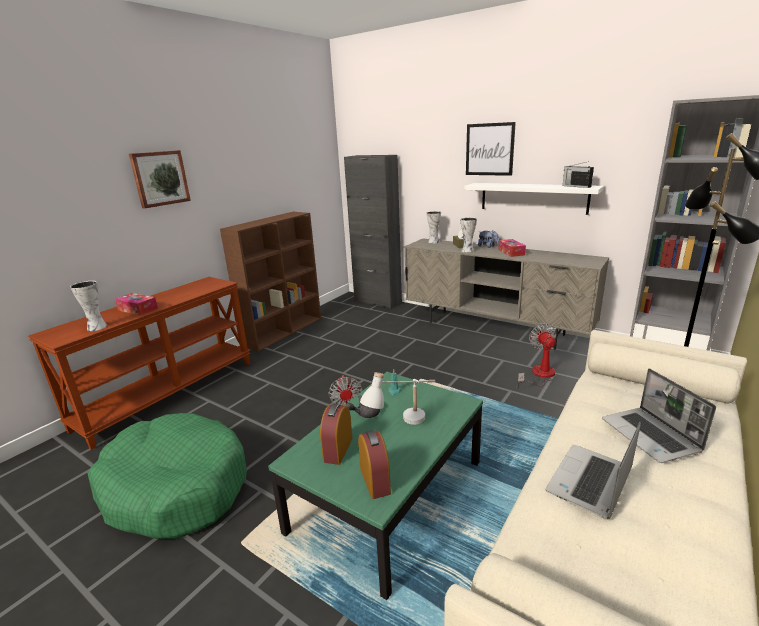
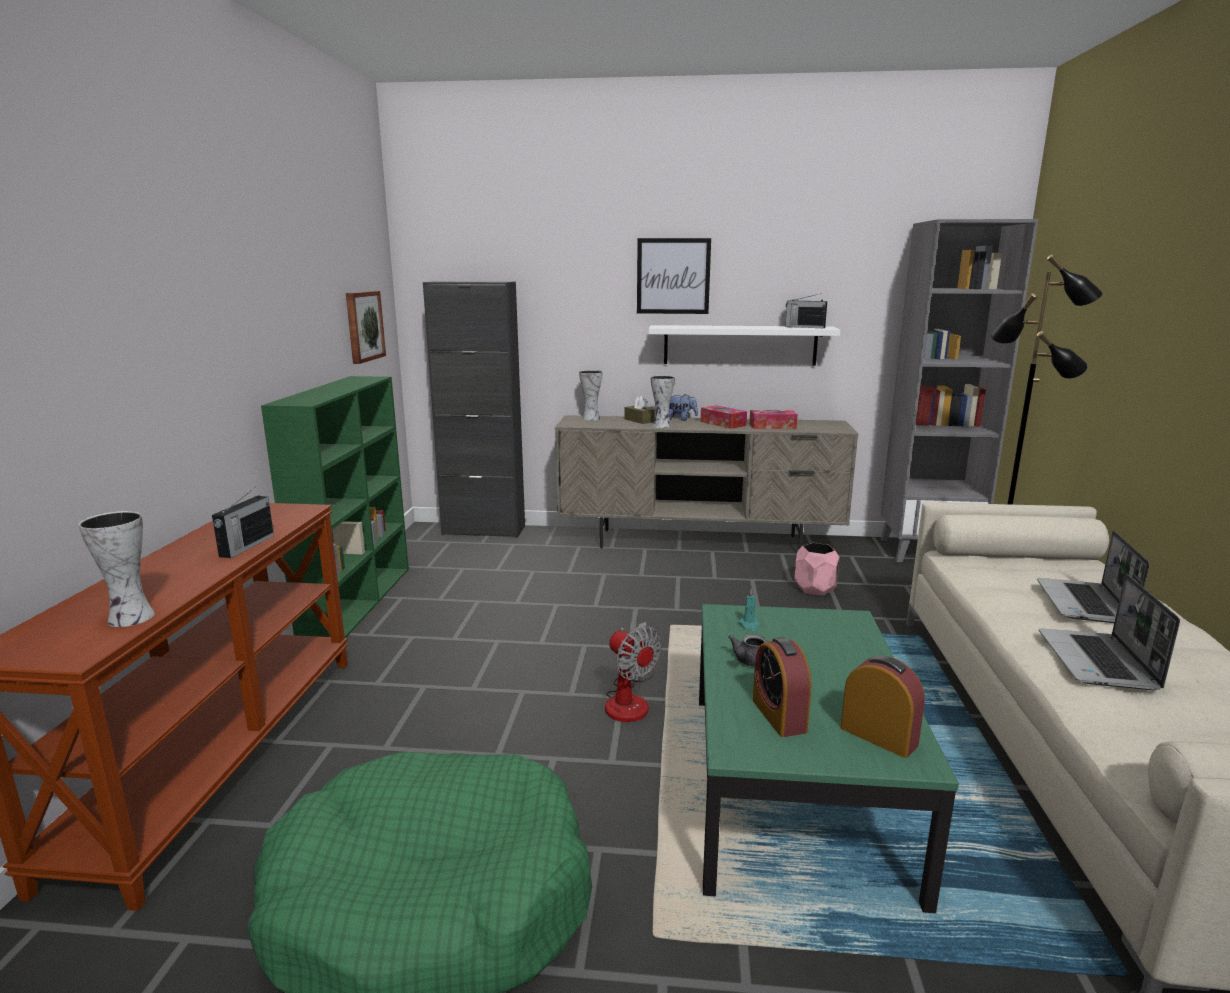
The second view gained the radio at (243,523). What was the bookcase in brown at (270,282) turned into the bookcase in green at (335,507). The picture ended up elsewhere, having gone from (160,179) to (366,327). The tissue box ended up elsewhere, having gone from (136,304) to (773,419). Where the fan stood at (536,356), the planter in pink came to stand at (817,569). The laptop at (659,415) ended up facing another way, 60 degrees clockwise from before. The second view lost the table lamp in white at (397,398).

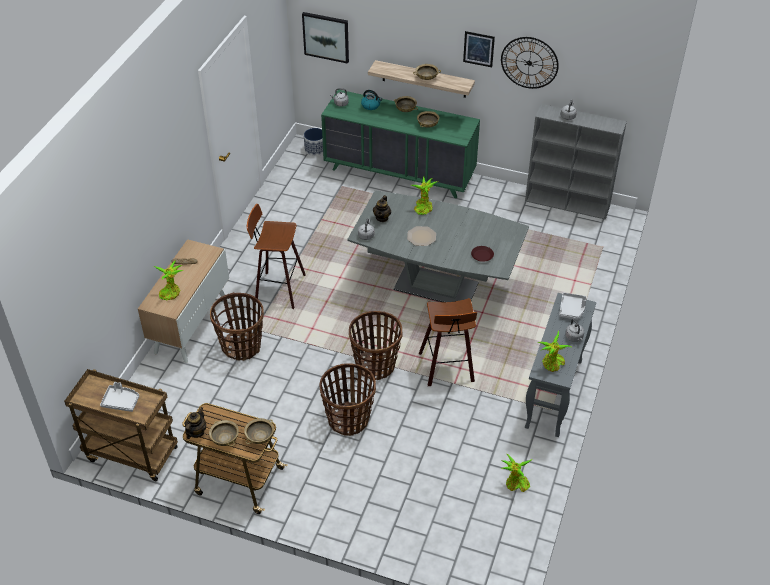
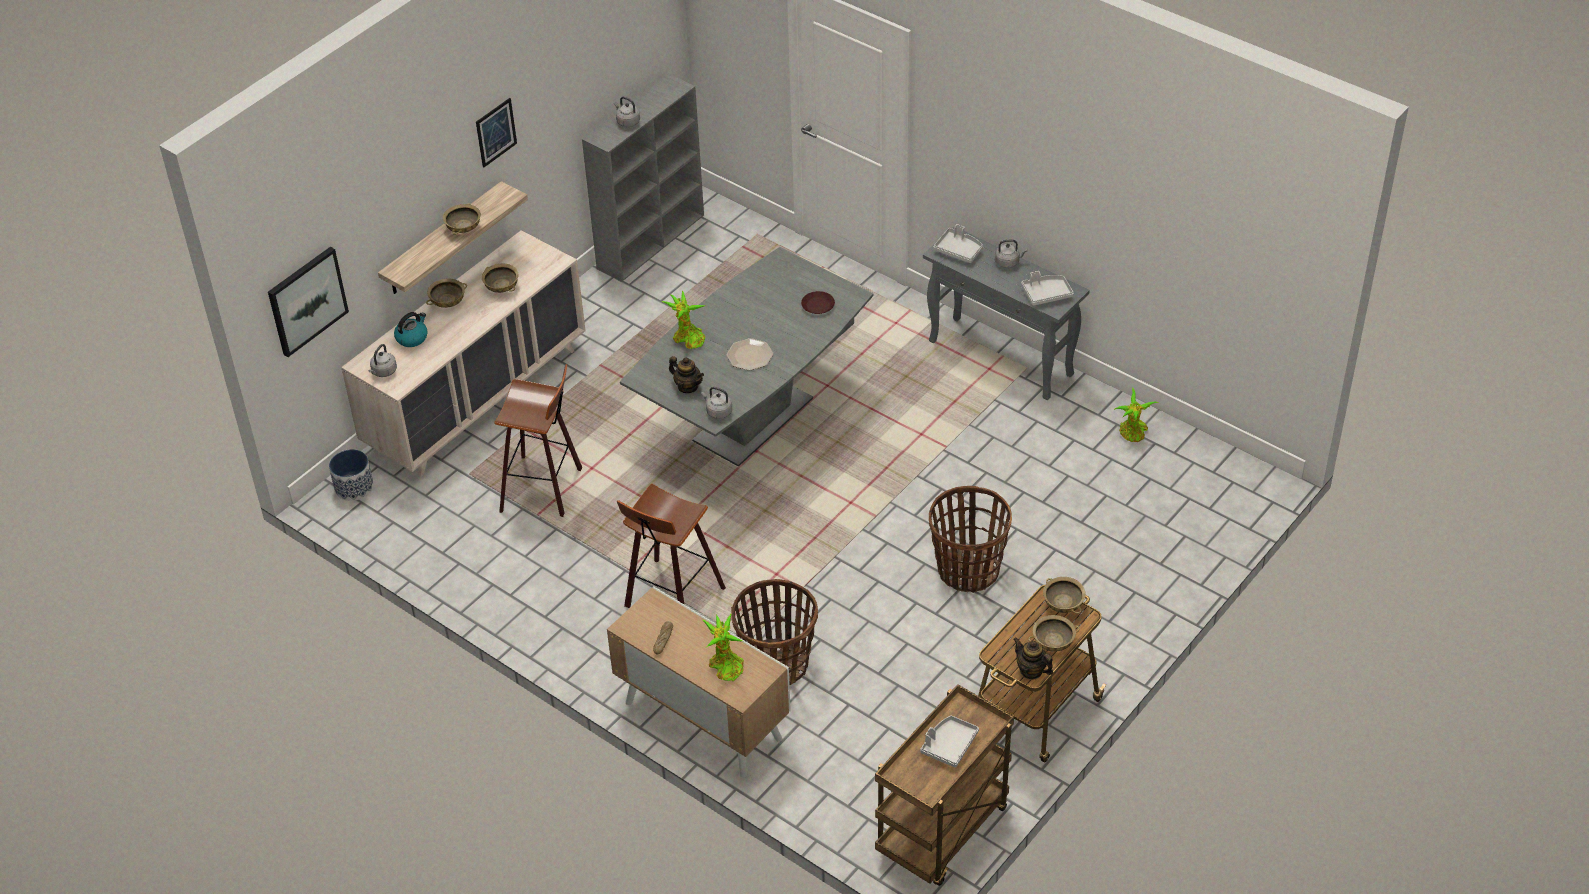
What was the dresser in green at (400,144) turned into the dresser in beige at (463,353). The stool ended up elsewhere, having gone from (448,342) to (538,440). Where the potted plant stood at (554,351), the tray in grey came to stand at (1047,288). The second view lost the basket at (376,345). The second view lost the wall clock at (530,63).

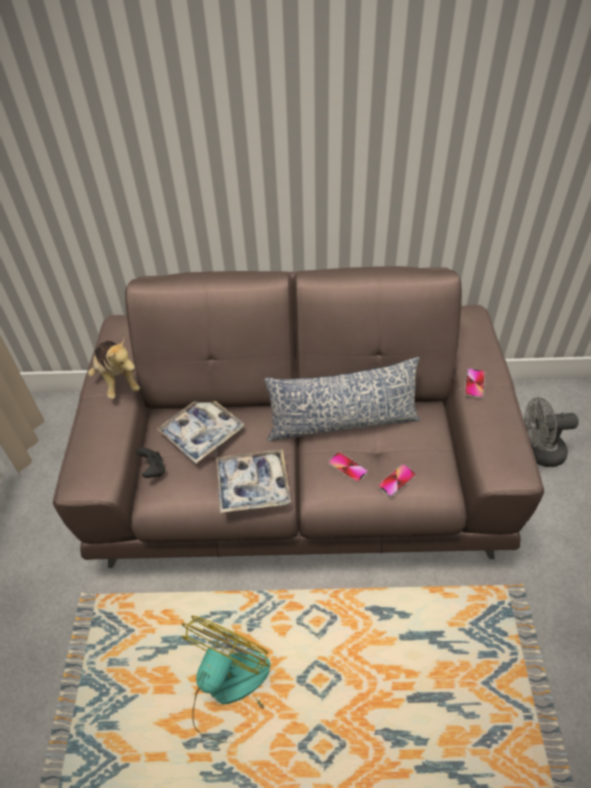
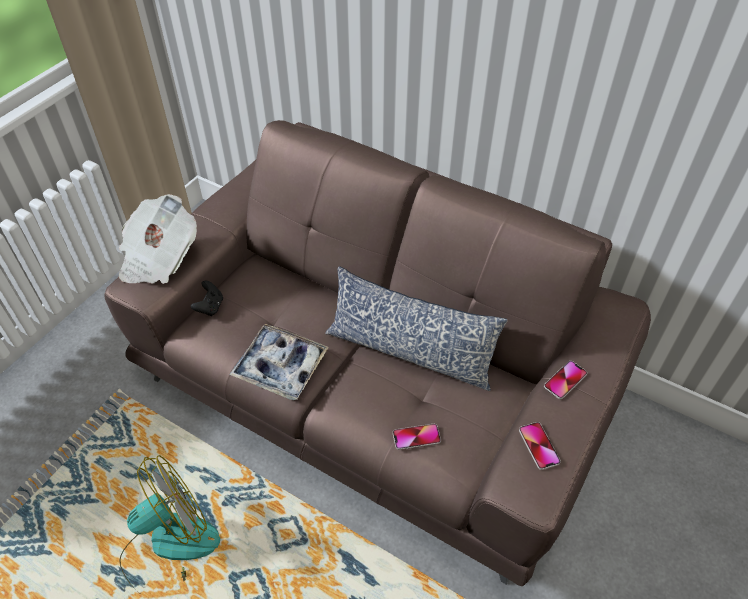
The second view gained the newspaper at (158,239). The phone ended up elsewhere, having gone from (348,467) to (540,446). The second view lost the plush toy at (114,369). The second view lost the tray at (200,432). The second view lost the fan in grey at (551,432).

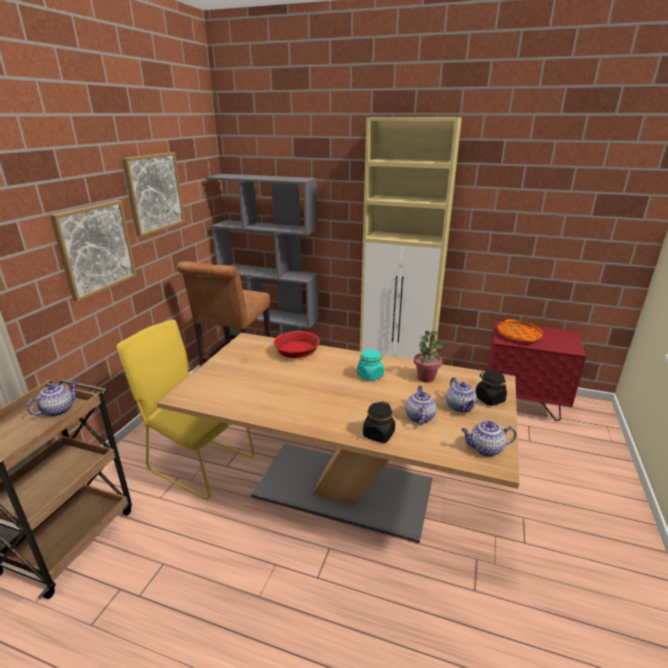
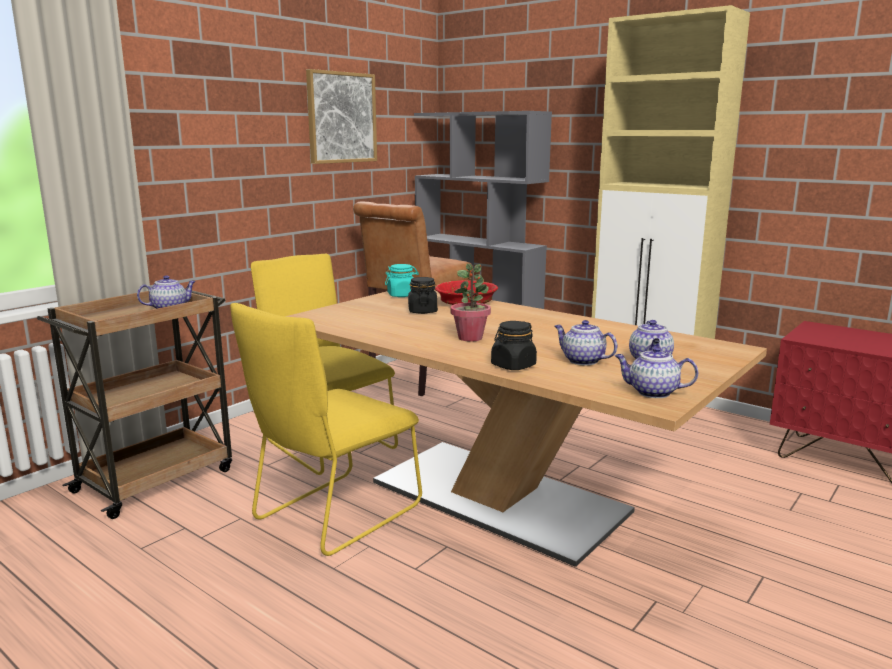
The second view gained the chair in yellow at (326,429). The jar in turquoise ended up elsewhere, having gone from (370,365) to (402,280). The jar in black ended up elsewhere, having gone from (491,388) to (423,295). The potted plant ended up elsewhere, having gone from (428,357) to (471,302). The teapot at (421,405) ended up facing another way, 75 degrees counterclockwise from before. The second view lost the picture at (93,251). The second view lost the tray in orange at (520,330).

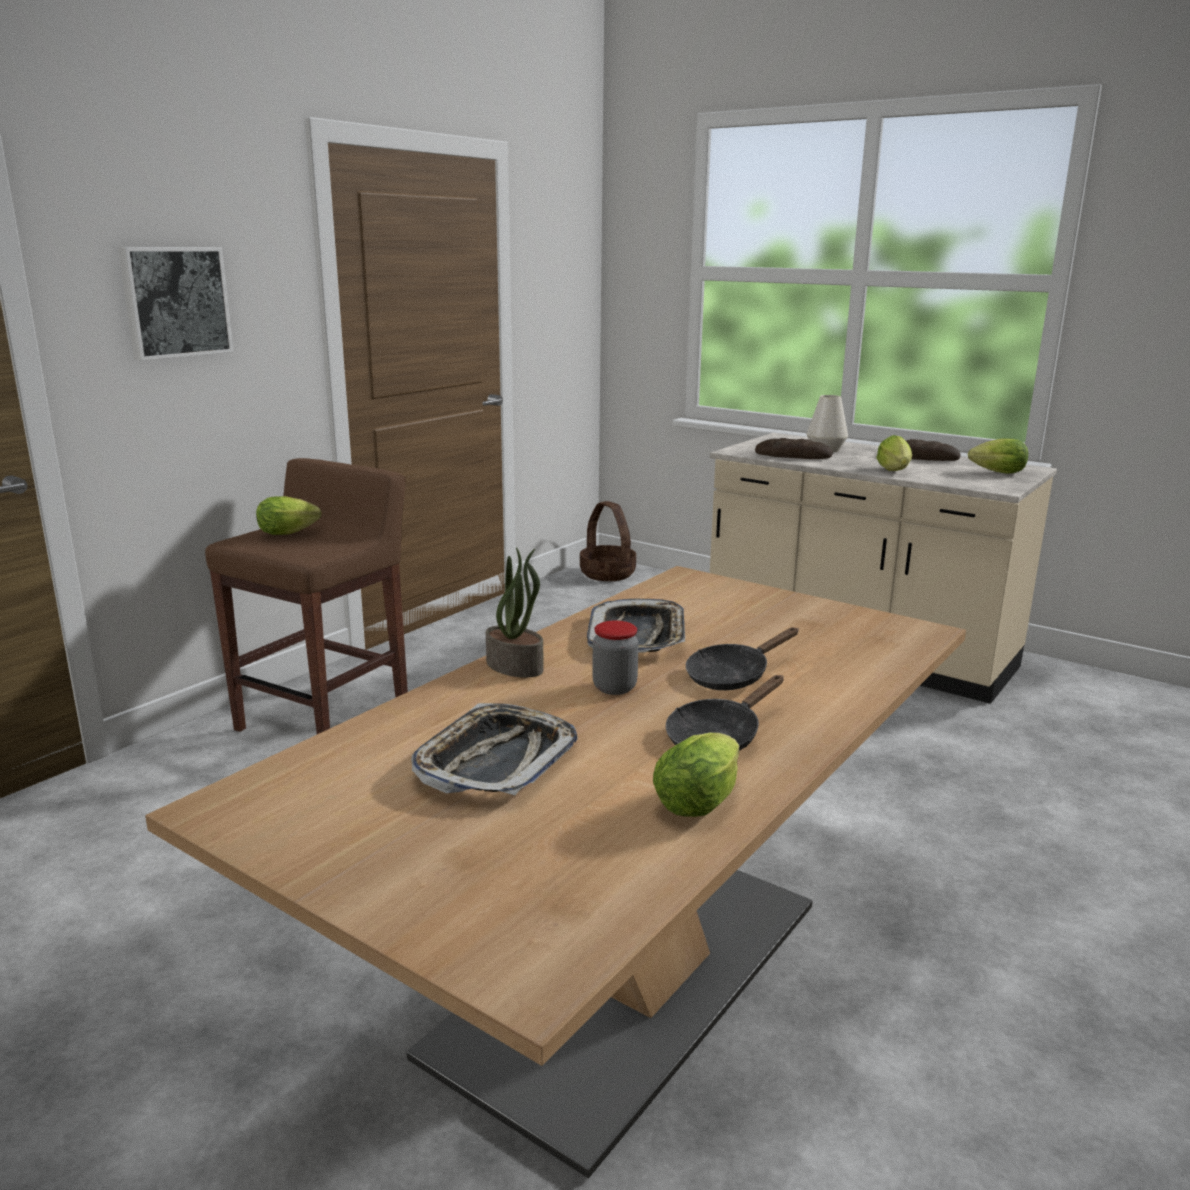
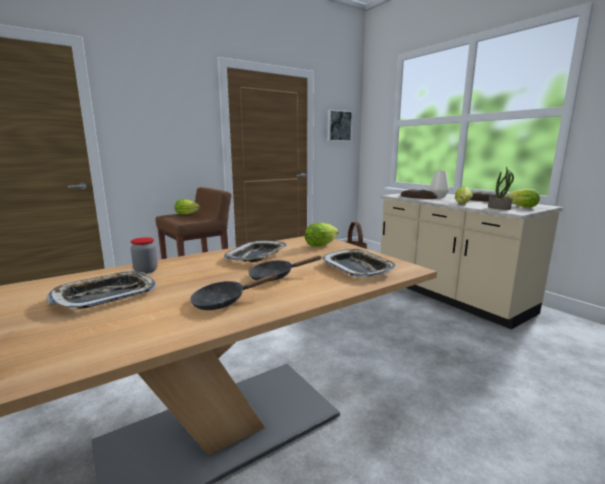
The jar ended up elsewhere, having gone from (615,658) to (144,255). The lettuce ended up elsewhere, having gone from (696,775) to (322,235). The second view gained the tray at (359,263). The picture ended up elsewhere, having gone from (176,304) to (340,125). The potted plant ended up elsewhere, having gone from (515,612) to (501,188).

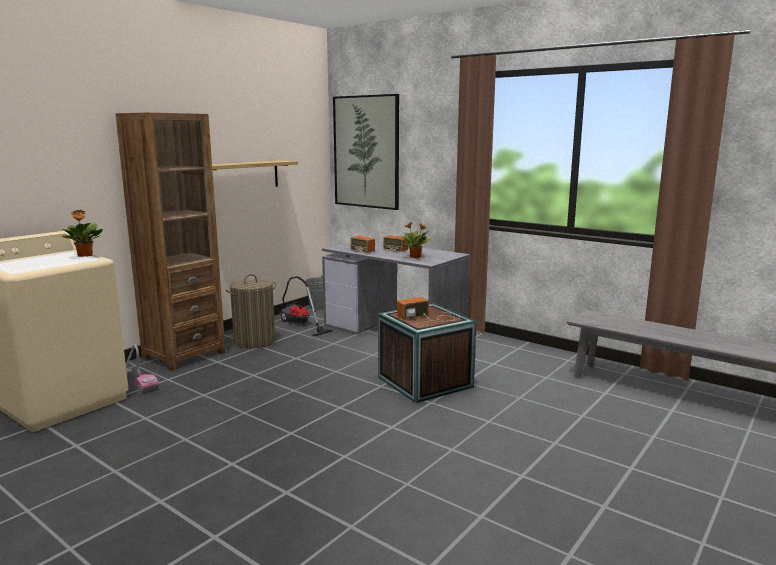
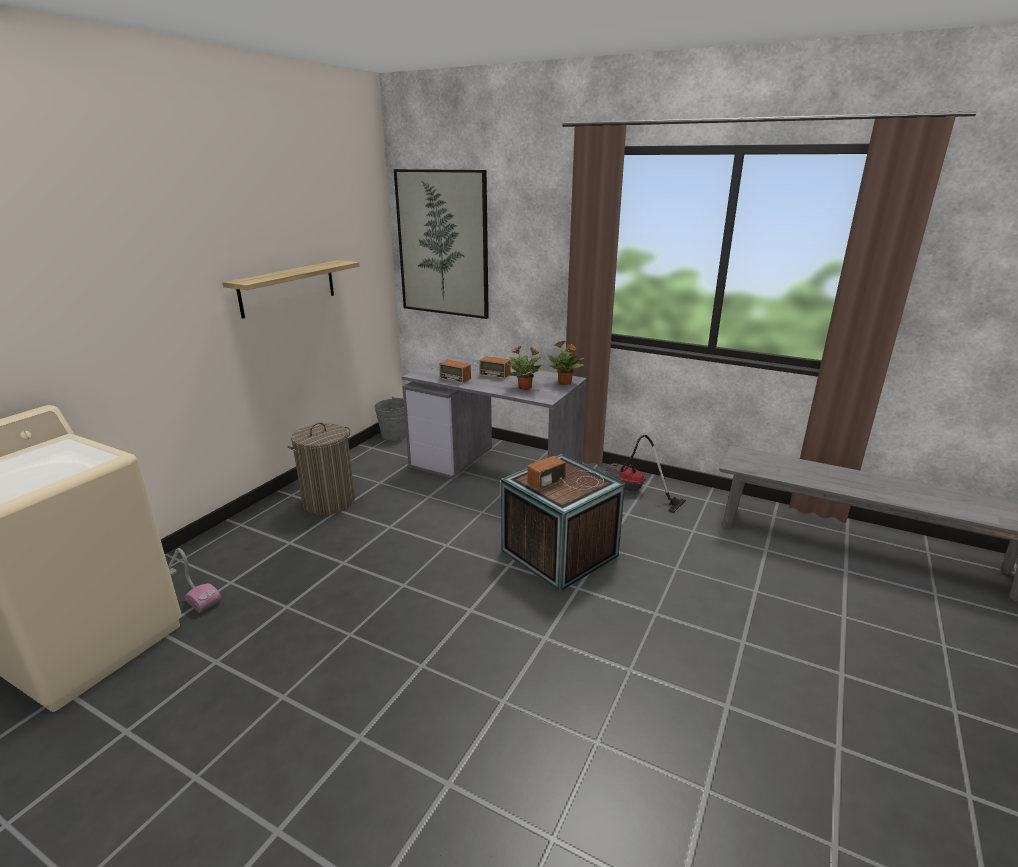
The potted plant ended up elsewhere, having gone from (82,233) to (565,362). The vacuum cleaner ended up elsewhere, having gone from (306,306) to (644,474). The second view lost the bookcase in brown at (170,241).

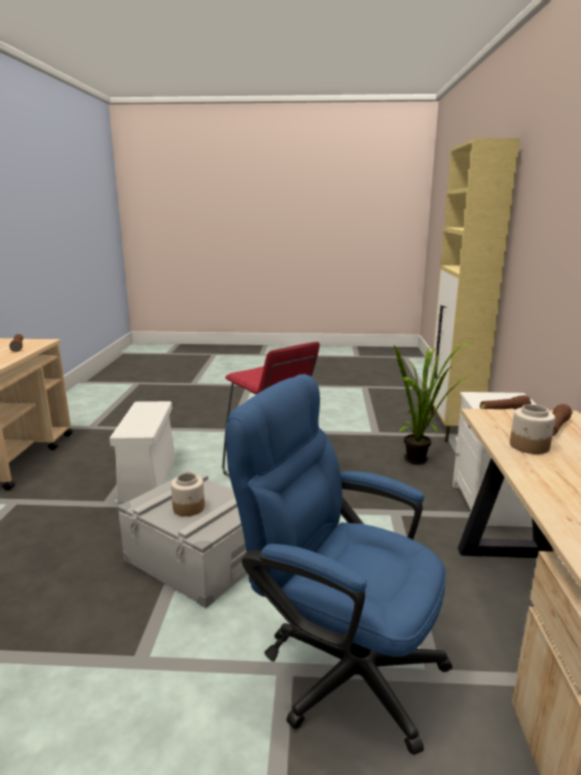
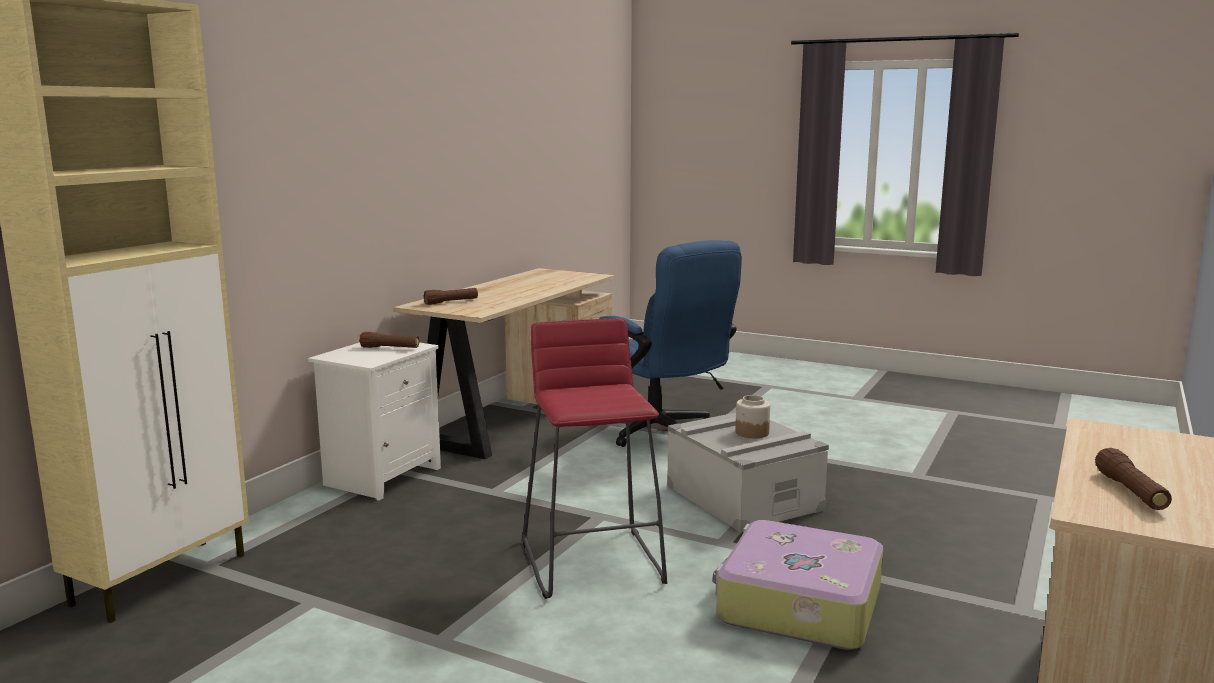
Where the storage box in white stood at (143,451), the suitcase came to stand at (798,585). The second view lost the potted plant at (432,403). The second view lost the jar at (532,429).

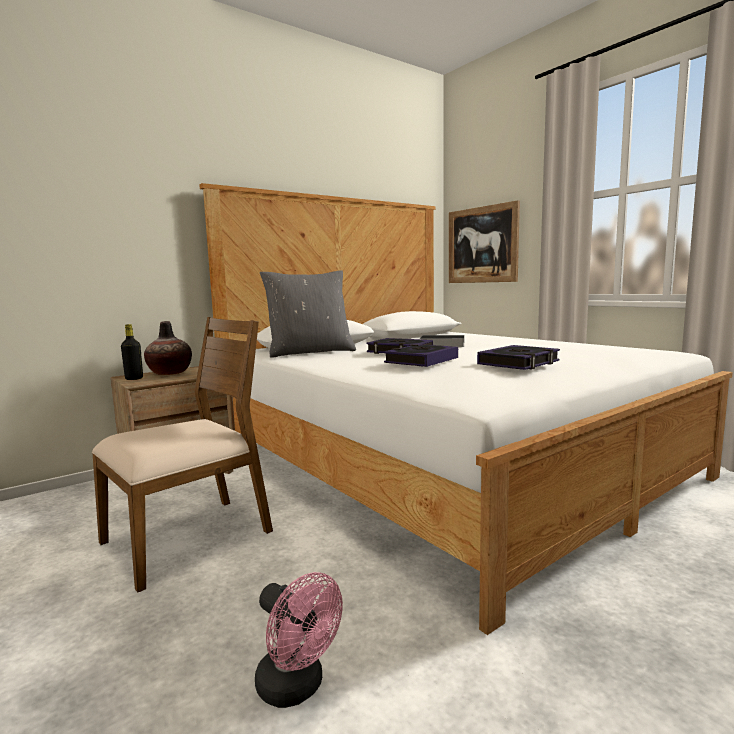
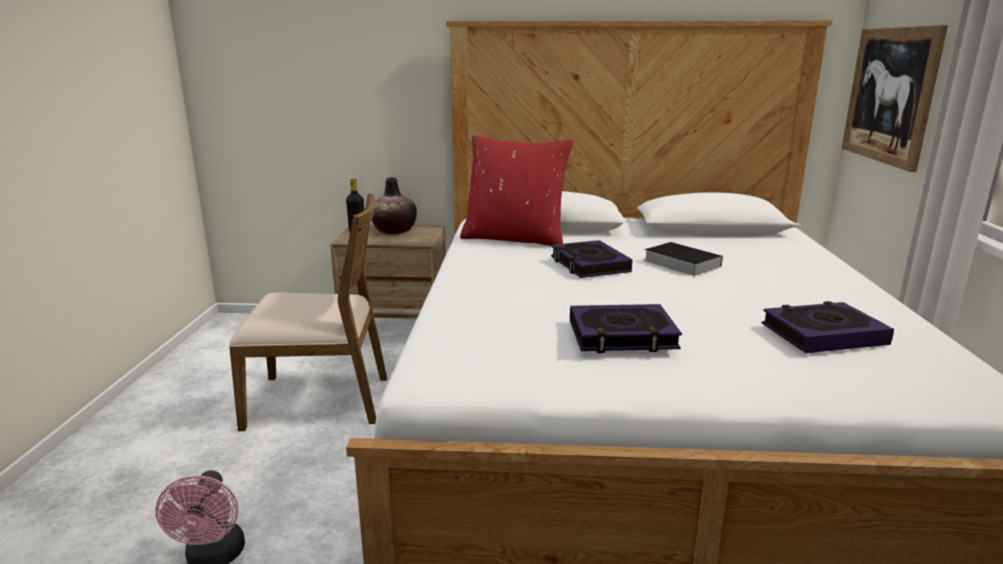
What was the pillow in grey at (308,314) turned into the pillow in red at (516,191). The book ended up elsewhere, having gone from (421,355) to (828,327).

